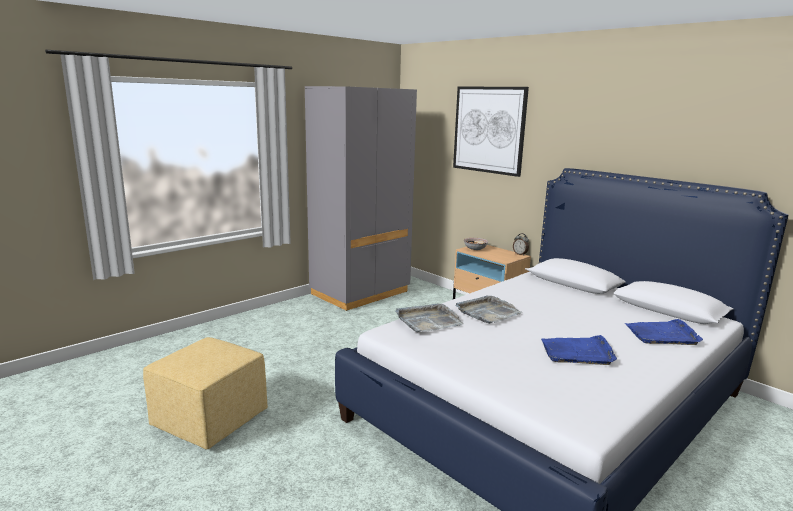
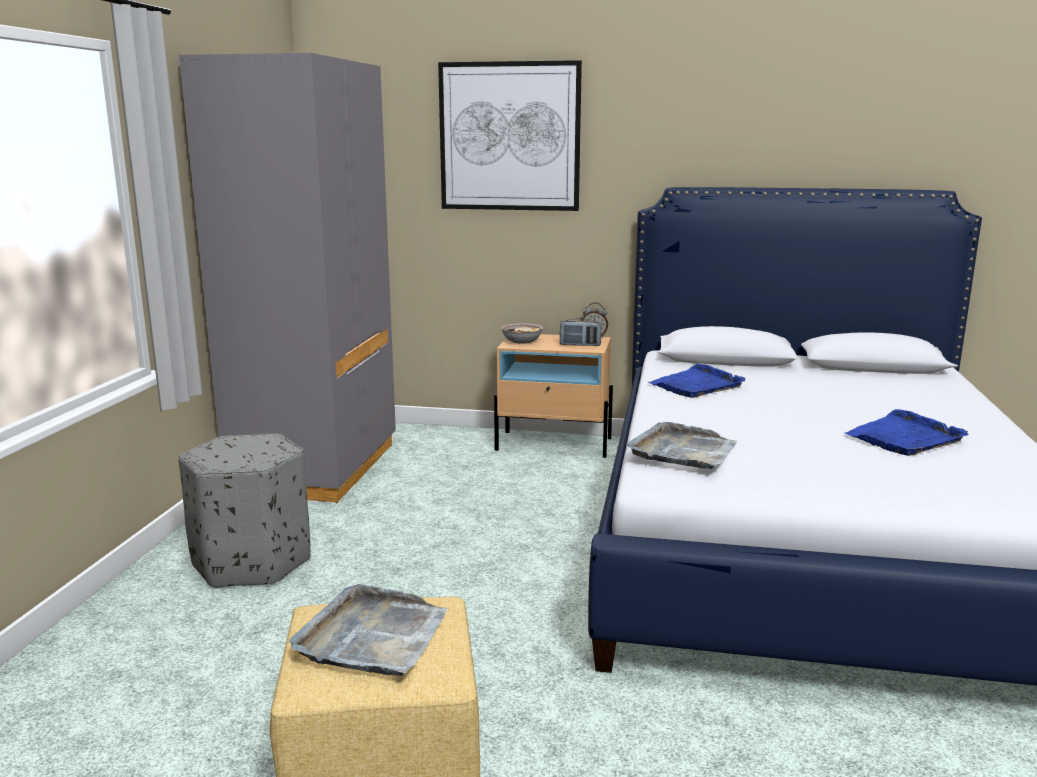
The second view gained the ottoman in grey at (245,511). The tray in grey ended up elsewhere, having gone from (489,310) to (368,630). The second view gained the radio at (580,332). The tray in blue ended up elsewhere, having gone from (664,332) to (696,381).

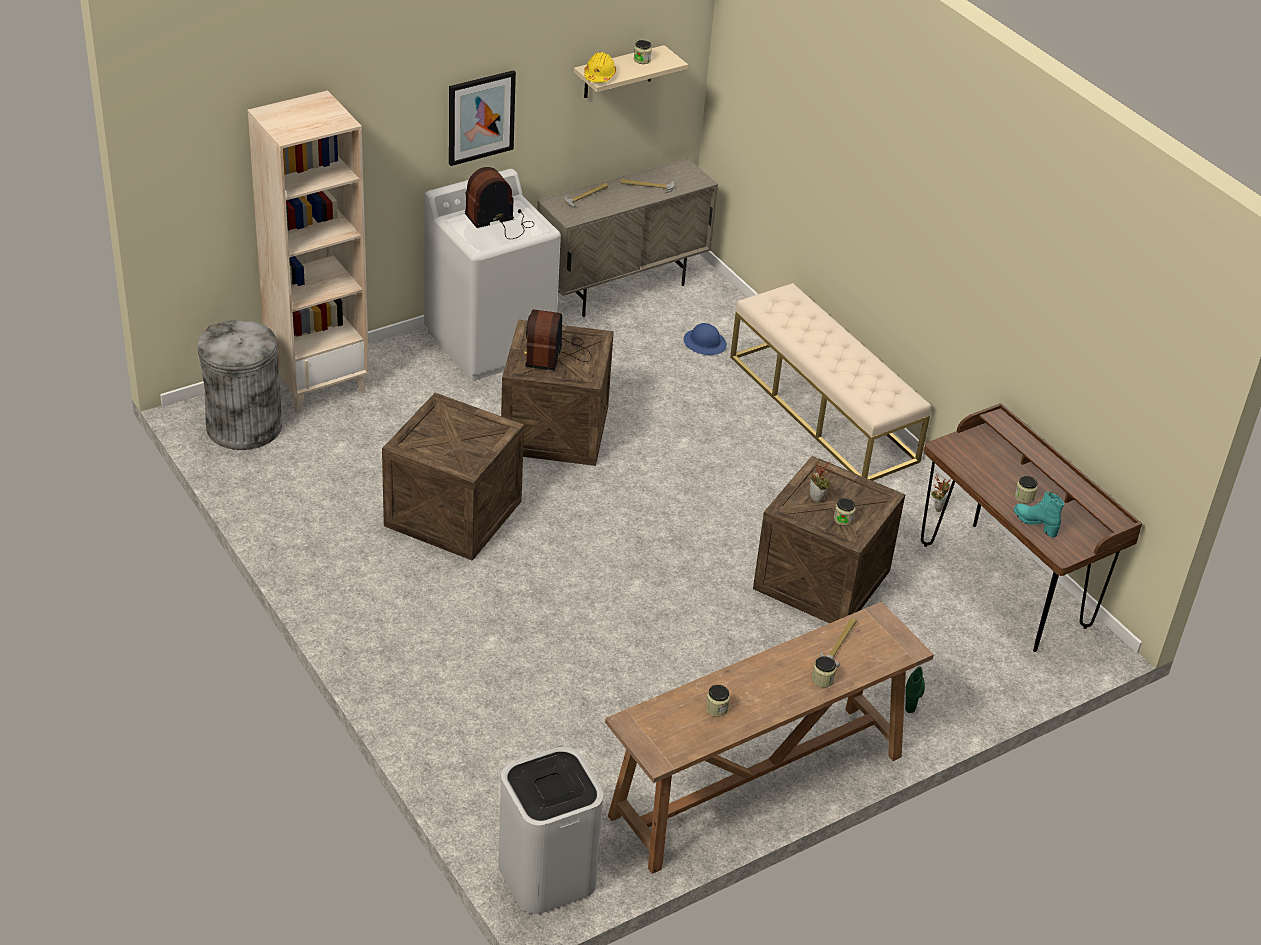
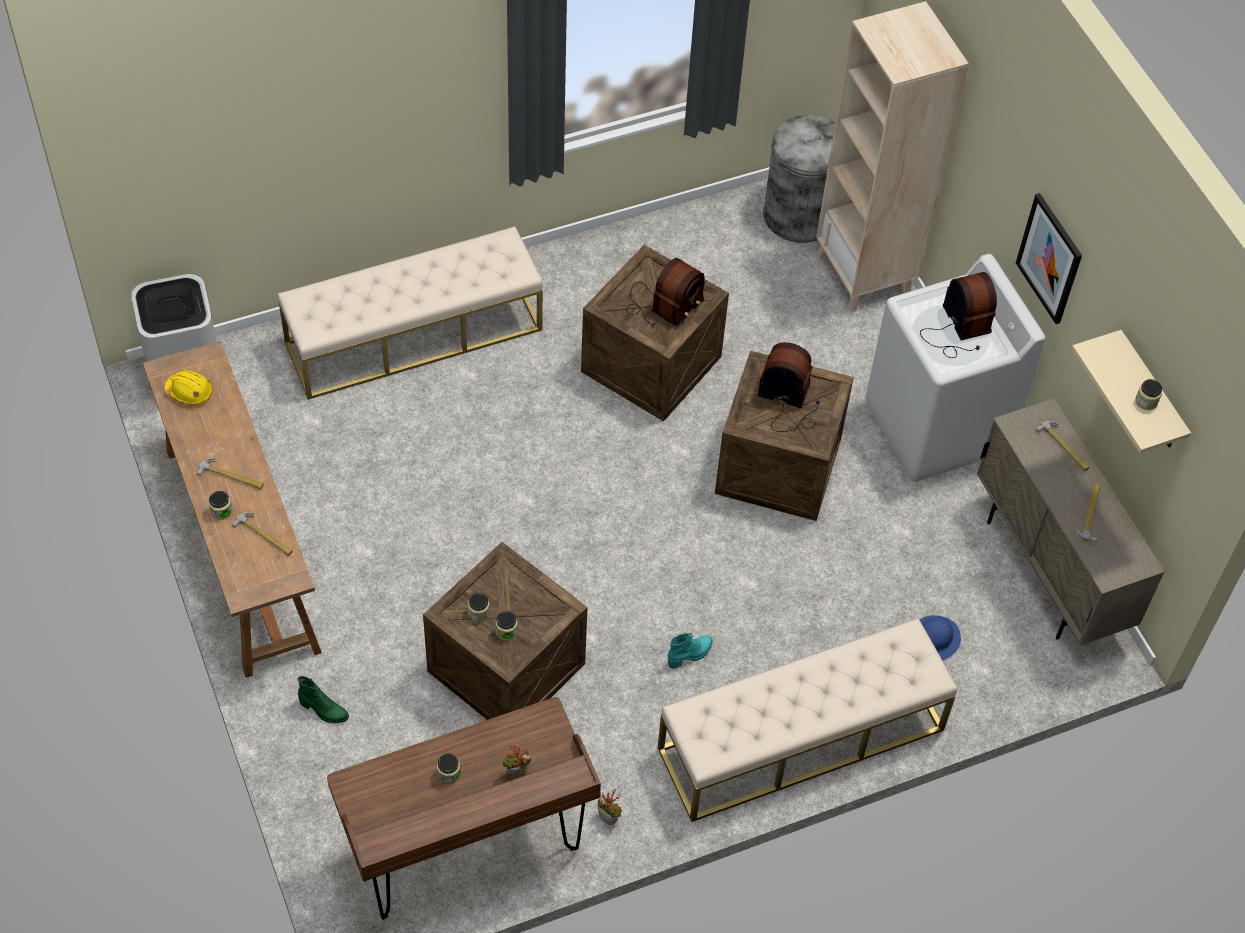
The hard hat in yellow ended up elsewhere, having gone from (600,67) to (189,387). The second view gained the hammer at (230,473). The second view gained the bench in beige at (410,313). The jar ended up elsewhere, having gone from (718,701) to (506,625). The potted plant ended up elsewhere, having gone from (821,482) to (516,760). The second view gained the radio at (666,292). The boot in turquoise ended up elsewhere, having gone from (1039,515) to (690,651).

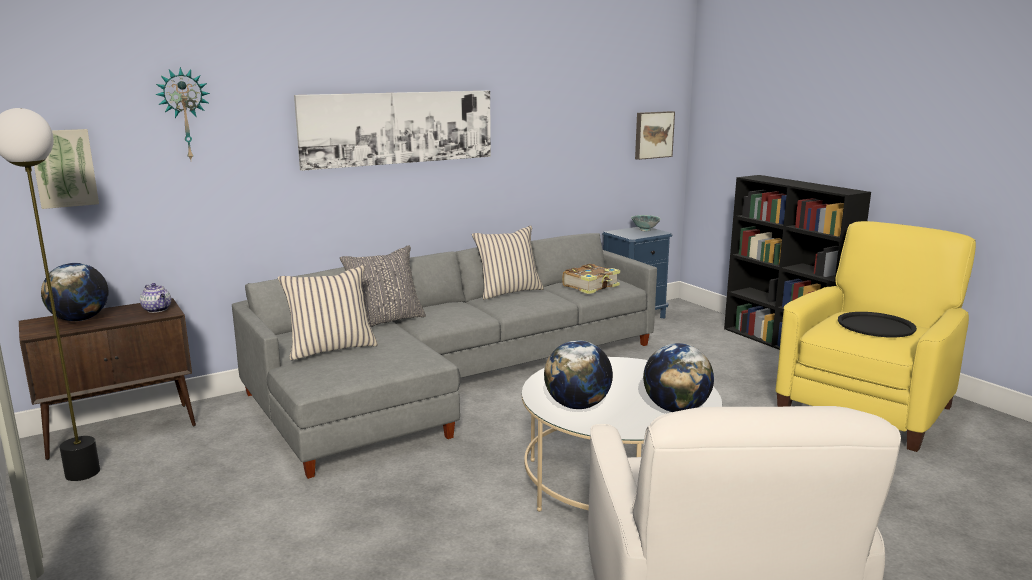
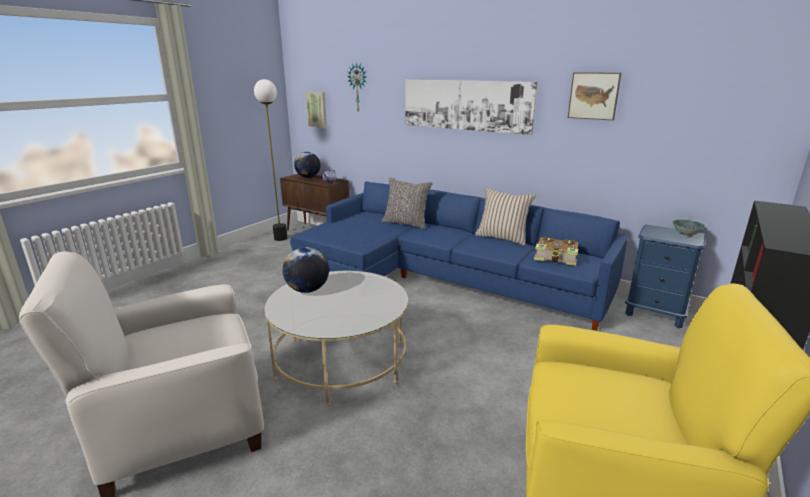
What was the sofa in grey at (444,356) turned into the sofa in blue at (459,256). The picture ended up elsewhere, having gone from (655,135) to (595,96). The second view lost the pillow in beige at (328,312). The second view lost the globe at (678,377). The second view lost the tray in black at (877,324).

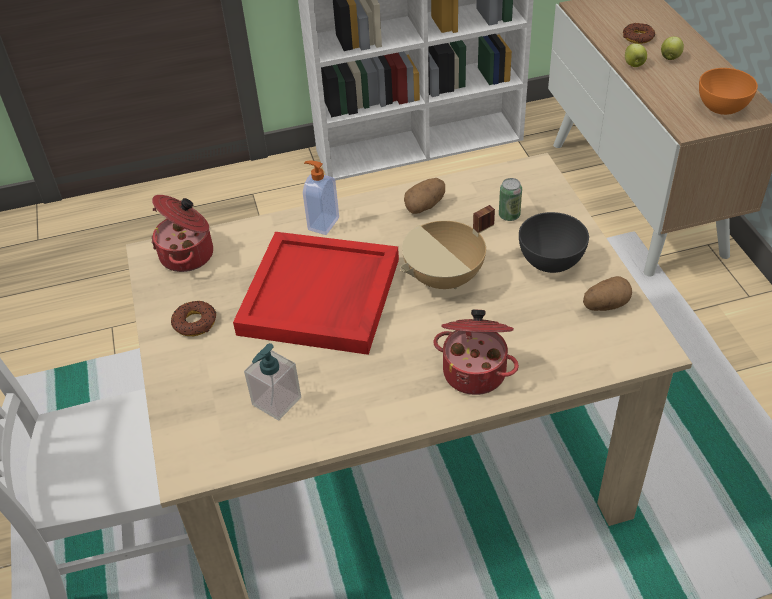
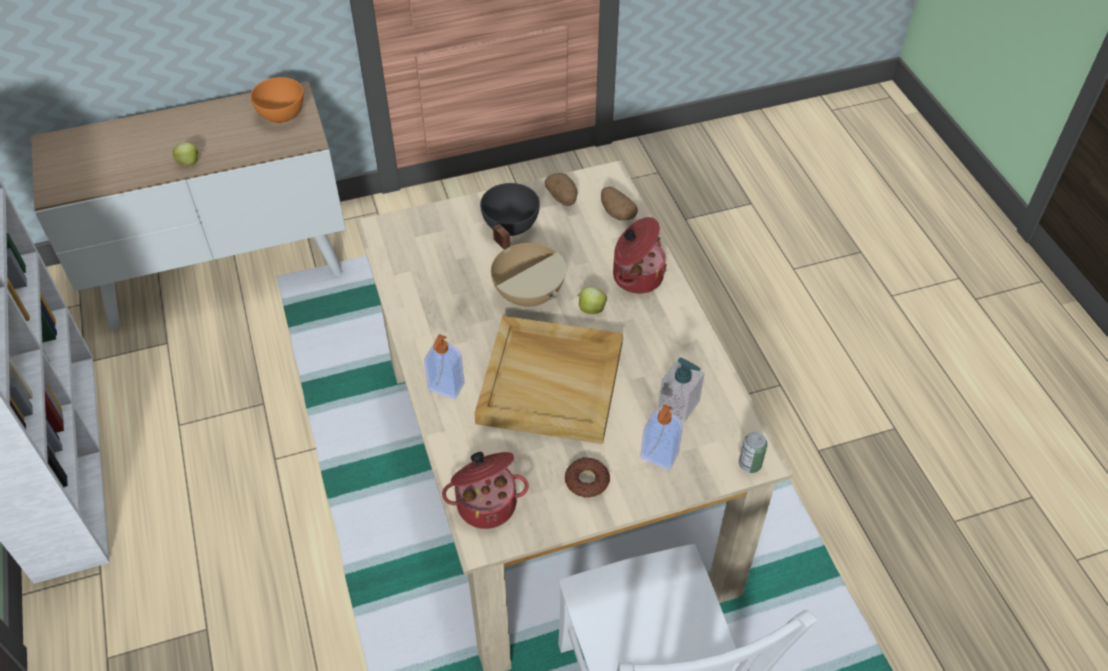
What was the tray in red at (316,293) turned into the tray in beige at (548,380). The apple ended up elsewhere, having gone from (672,48) to (592,300). The potato ended up elsewhere, having gone from (424,196) to (619,203). The second view gained the soap dispenser at (661,437). The can ended up elsewhere, having gone from (510,199) to (753,452). The second view lost the donut at (639,33).

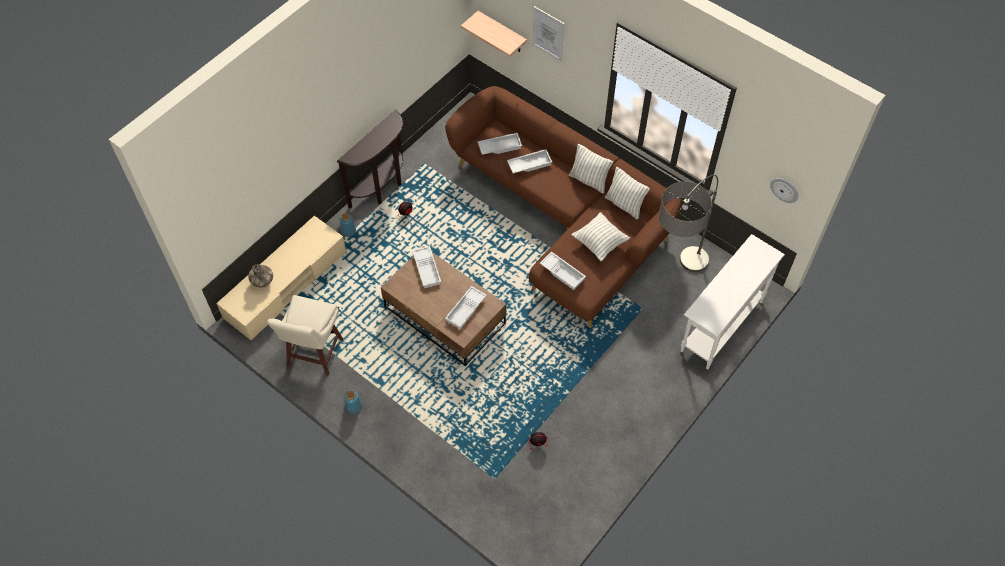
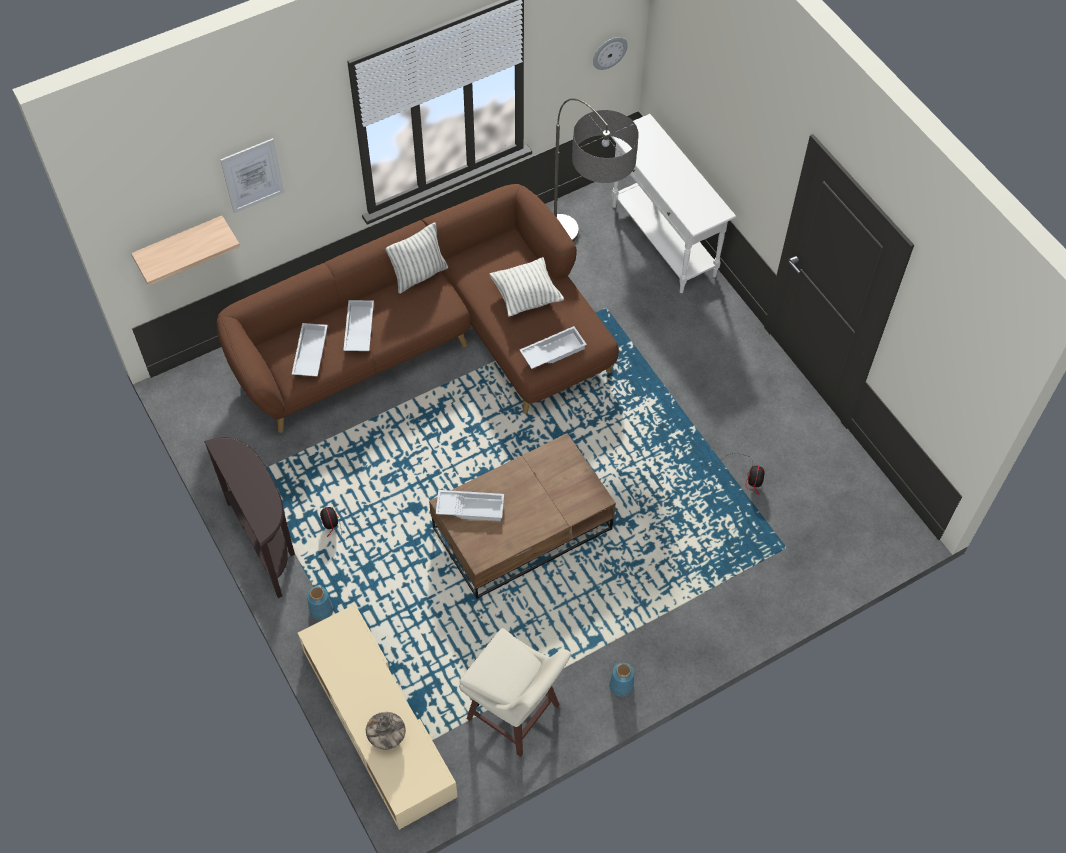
The second view lost the tray in white at (465,307). The second view lost the pillow at (627,193).

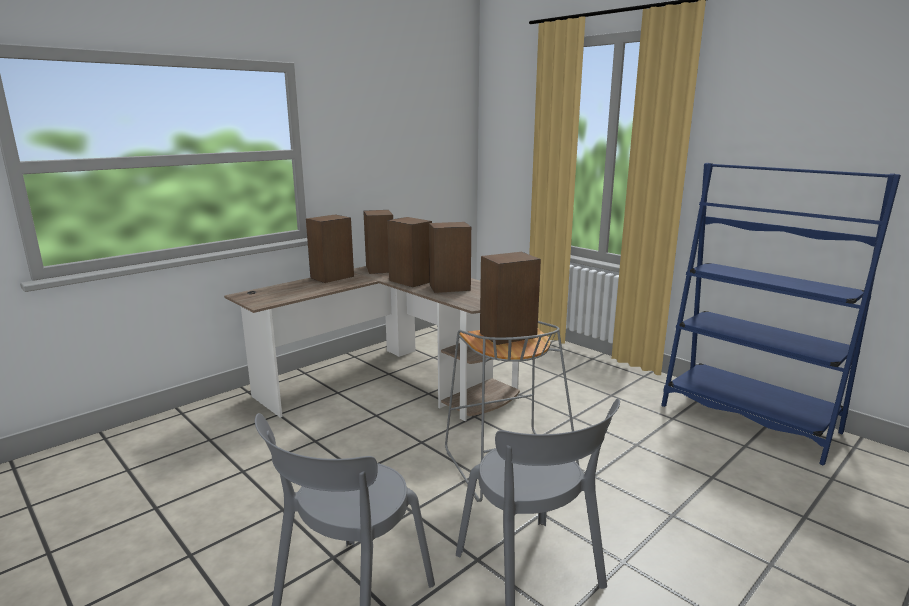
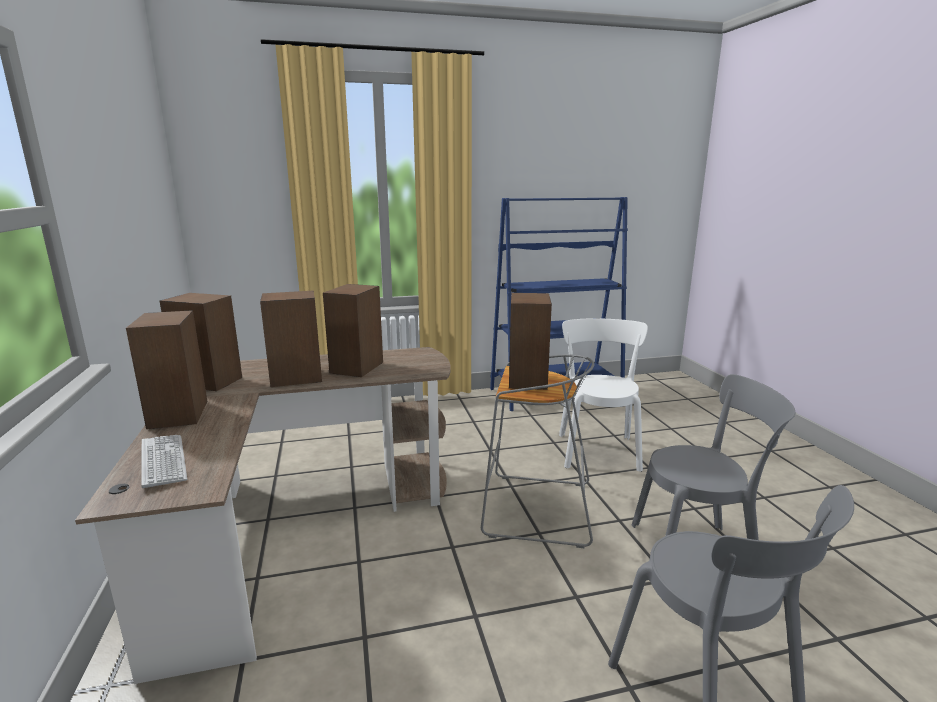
The second view gained the keyboard at (164,461). The second view gained the chair in white at (603,395).

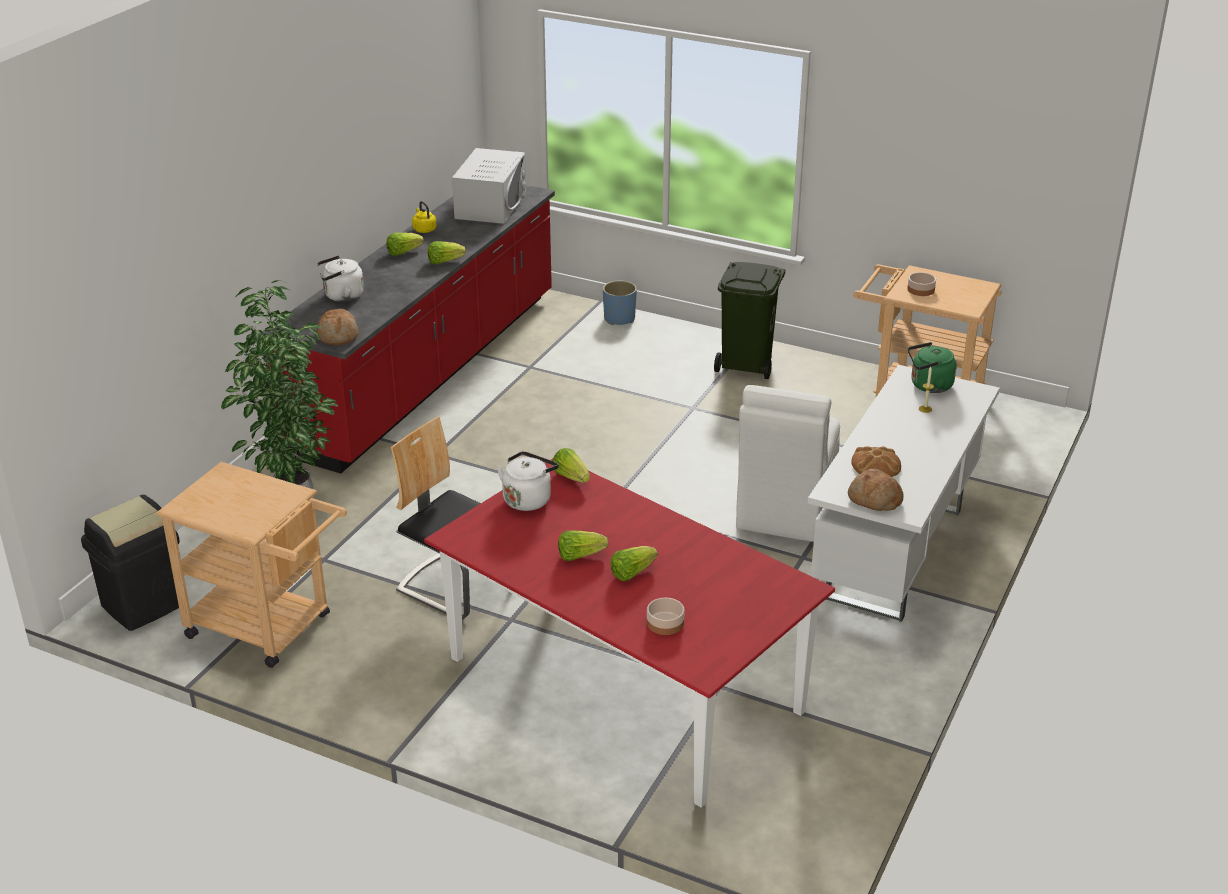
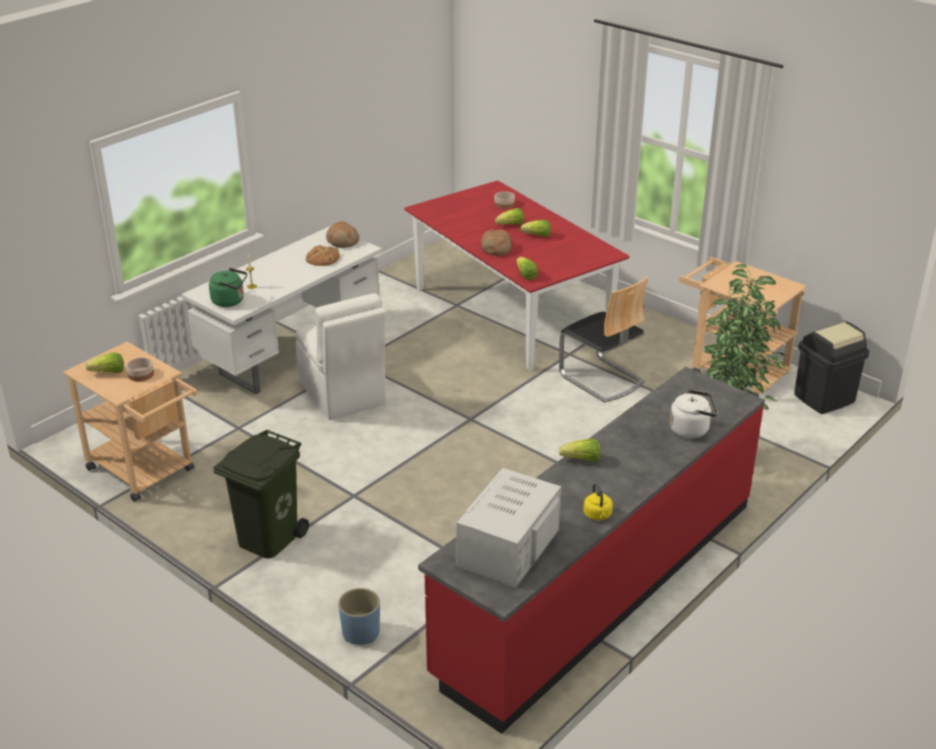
The lettuce ended up elsewhere, having gone from (405,244) to (105,362). The chair in white at (788,463) ended up facing another way, 120 degrees clockwise from before. The bread ended up elsewhere, having gone from (337,327) to (496,242). The second view lost the kettle in white at (528,481).

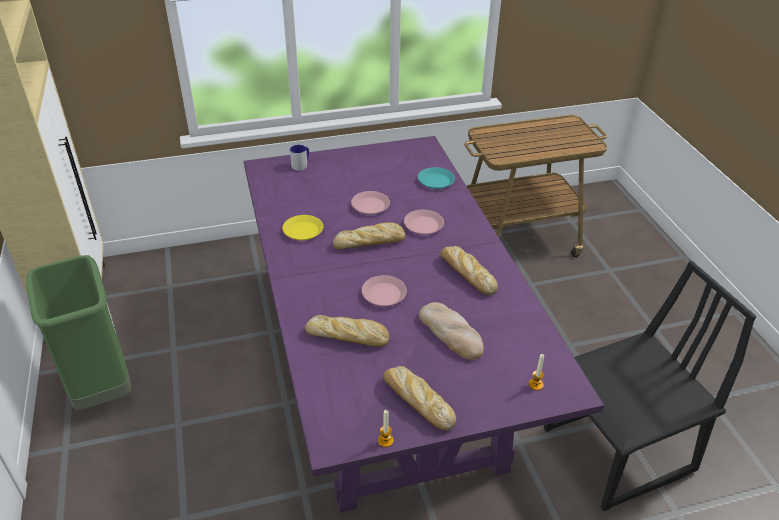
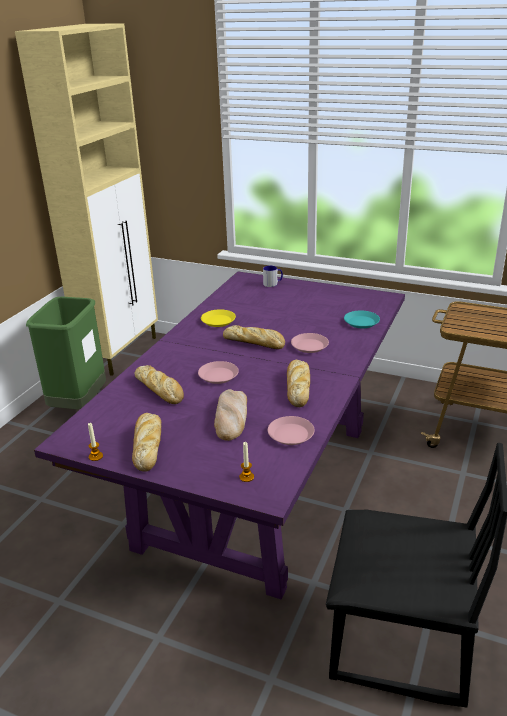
The plate in pink ended up elsewhere, having gone from (370,203) to (291,430).

